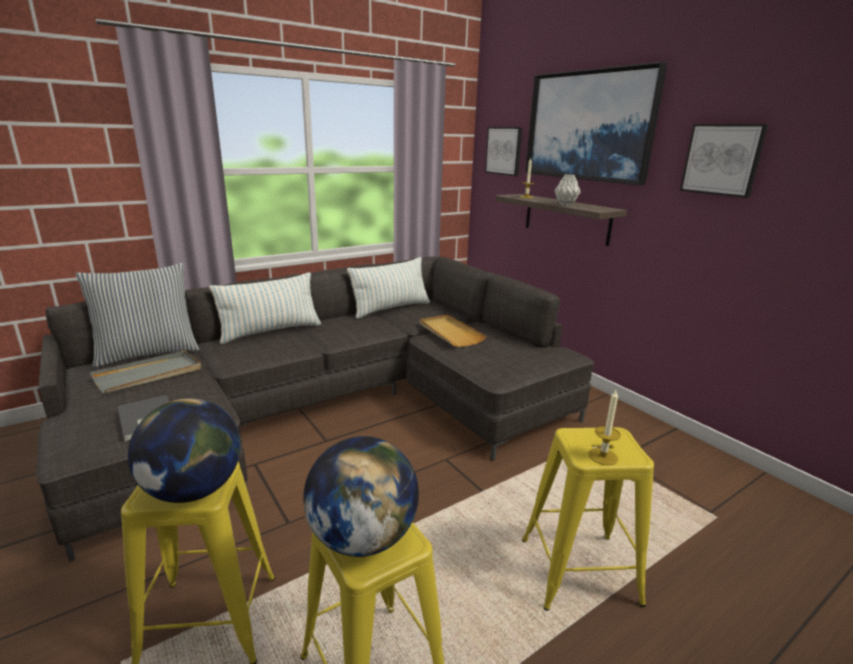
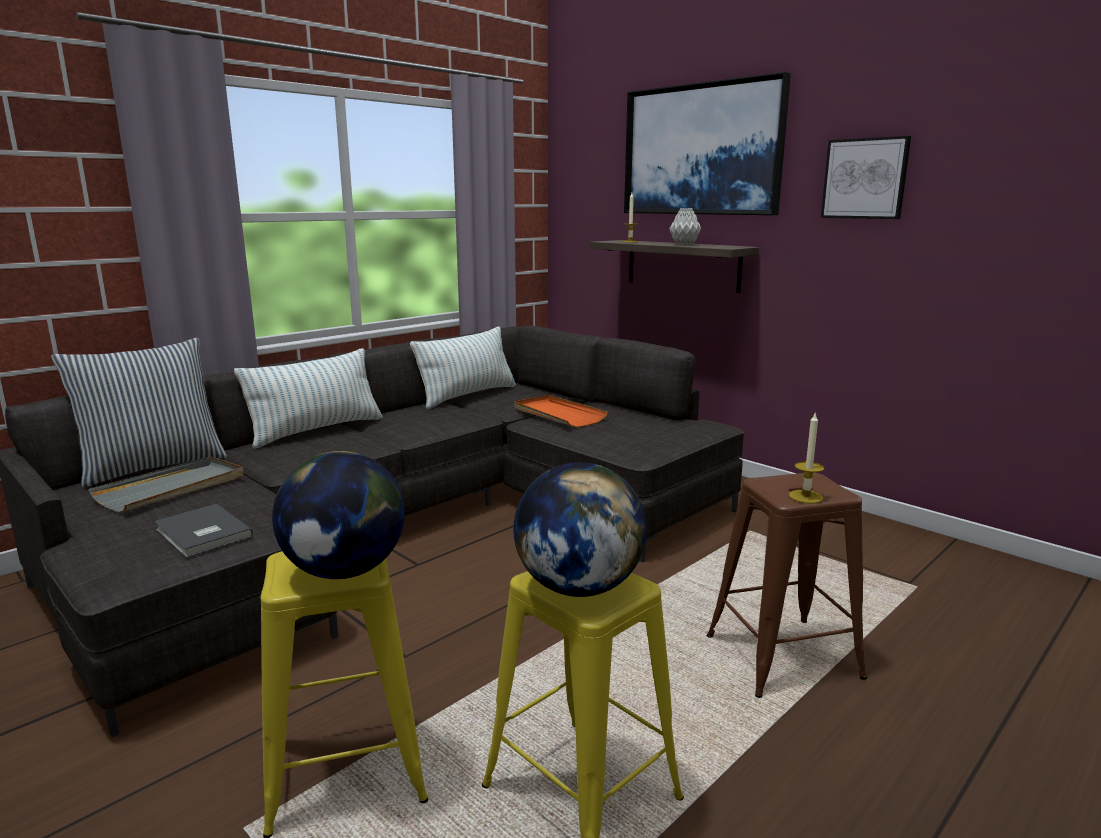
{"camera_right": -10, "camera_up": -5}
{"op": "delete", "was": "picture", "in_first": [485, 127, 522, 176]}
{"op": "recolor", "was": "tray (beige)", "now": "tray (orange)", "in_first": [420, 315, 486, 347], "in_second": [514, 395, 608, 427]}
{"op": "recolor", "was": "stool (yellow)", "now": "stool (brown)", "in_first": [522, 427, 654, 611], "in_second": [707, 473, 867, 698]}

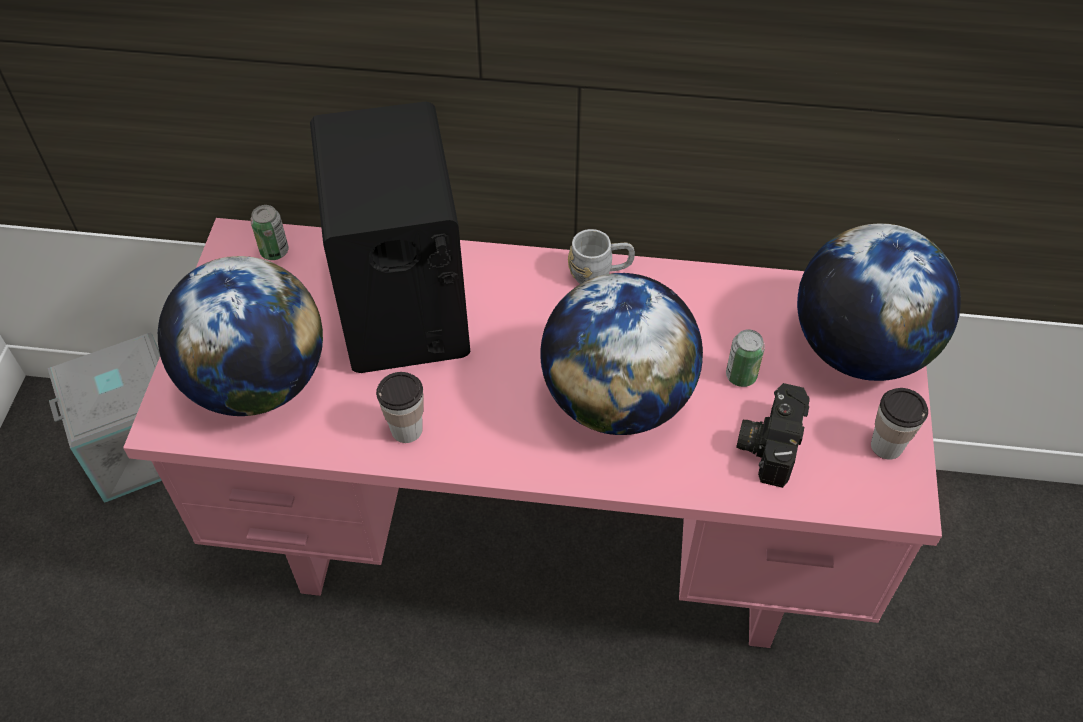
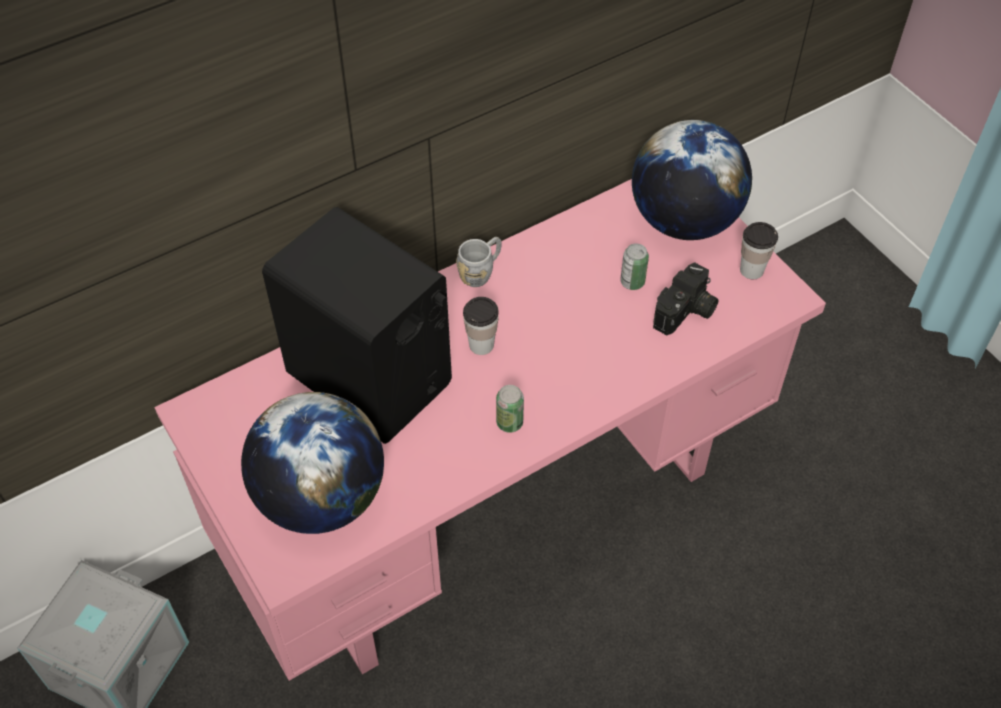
{"camera_right": -40, "camera_up": 0}
{"op": "move", "was": "can", "in_first": [250, 205, 289, 260], "in_second": [496, 385, 524, 433]}
{"op": "delete", "was": "globe", "in_first": [540, 273, 703, 435]}
{"op": "move", "was": "cup", "in_first": [376, 372, 423, 443], "in_second": [463, 297, 499, 355]}
{"op": "rotate", "was": "photo camera", "in_first": [736, 383, 810, 488], "in_second": [653, 262, 719, 335], "clockwise": -120}

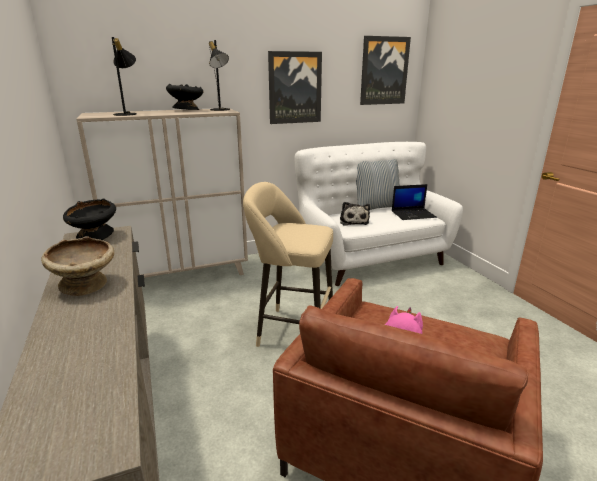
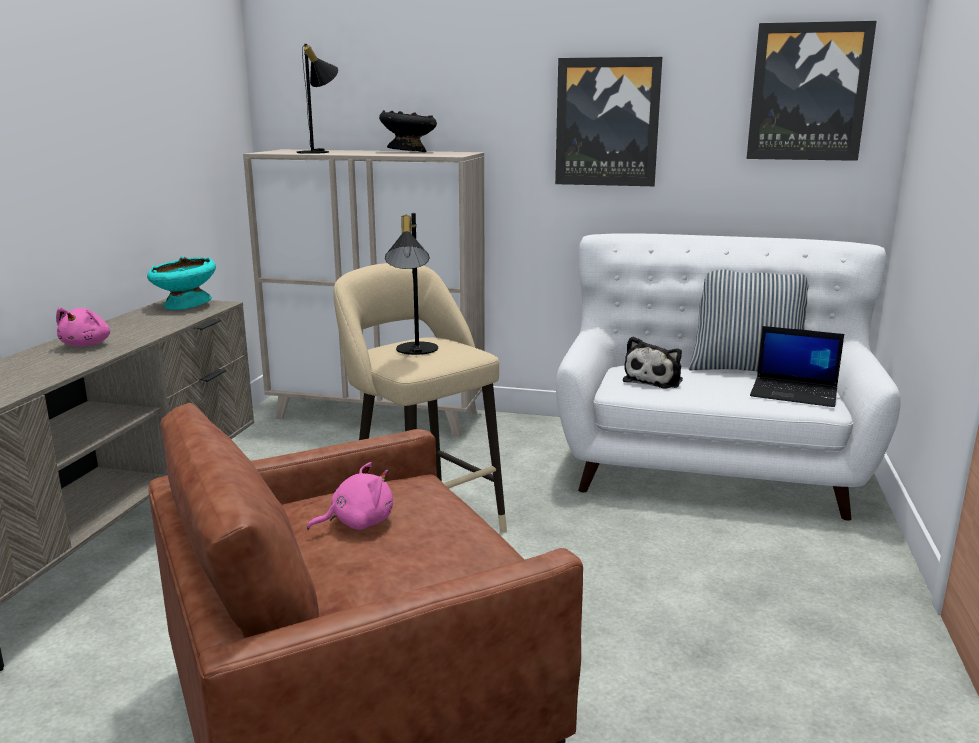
{"camera_right": 35, "camera_up": -5}
{"op": "move", "was": "table lamp (black)", "in_first": [209, 40, 230, 111], "in_second": [385, 213, 438, 355]}
{"op": "recolor", "was": "bowl (black)", "now": "bowl (turquoise)", "in_first": [63, 199, 116, 240], "in_second": [147, 256, 216, 310]}
{"op": "replace", "was": "bowl (beige)", "now": "plush toy (pink)", "in_first": [41, 236, 114, 296], "in_second": [56, 308, 110, 346]}

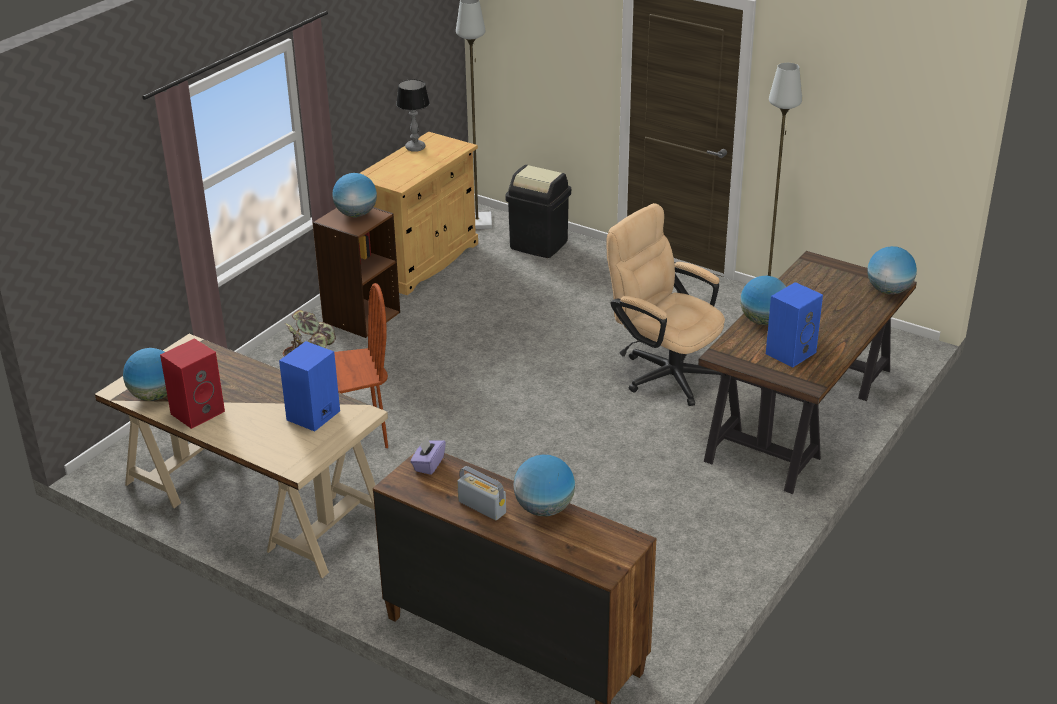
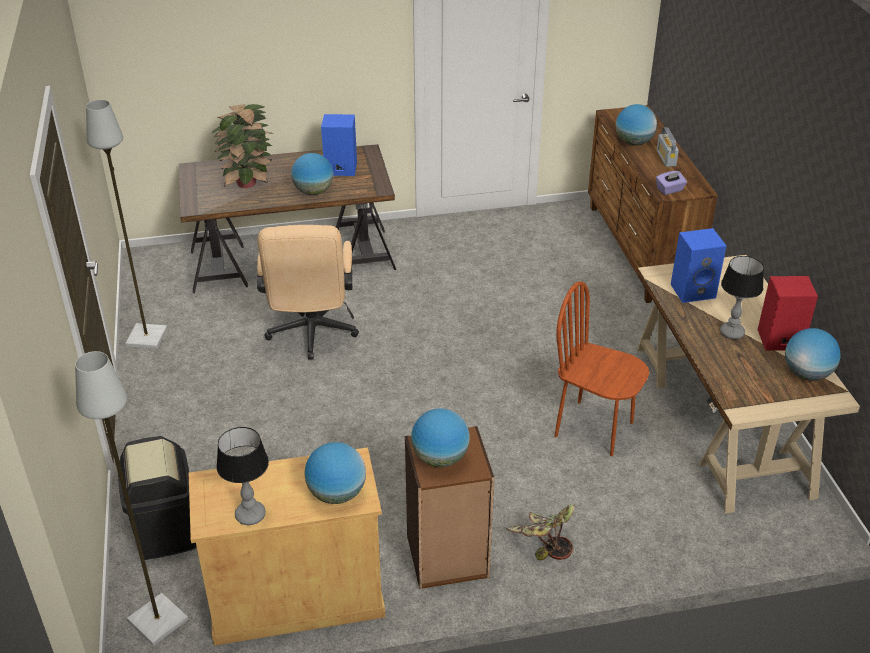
{"camera_right": -135, "camera_up": 5}
{"op": "move", "was": "globe", "in_first": [867, 246, 917, 294], "in_second": [305, 442, 366, 504]}
{"op": "insert", "now": "potted plant", "in_second": [212, 104, 273, 188]}
{"op": "insert", "now": "table lamp", "in_second": [720, 256, 764, 339]}

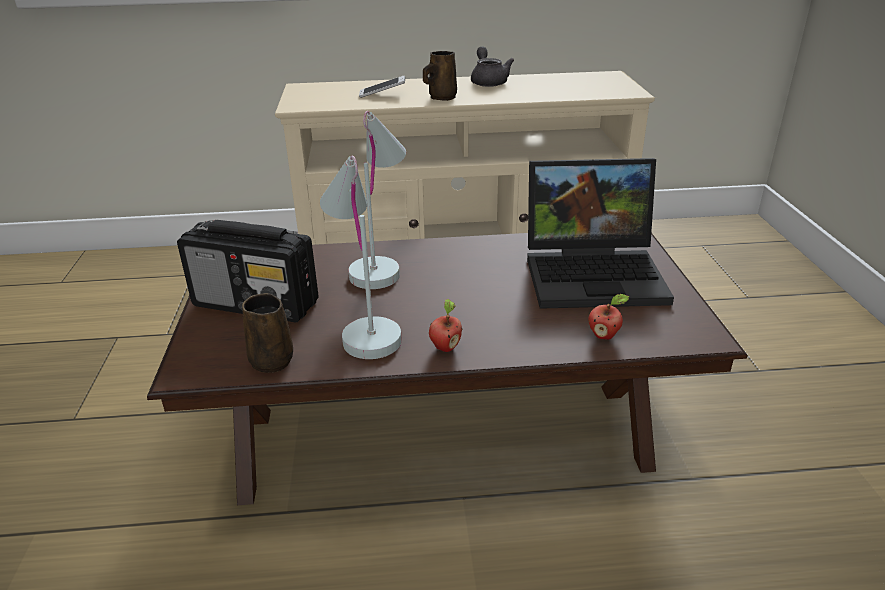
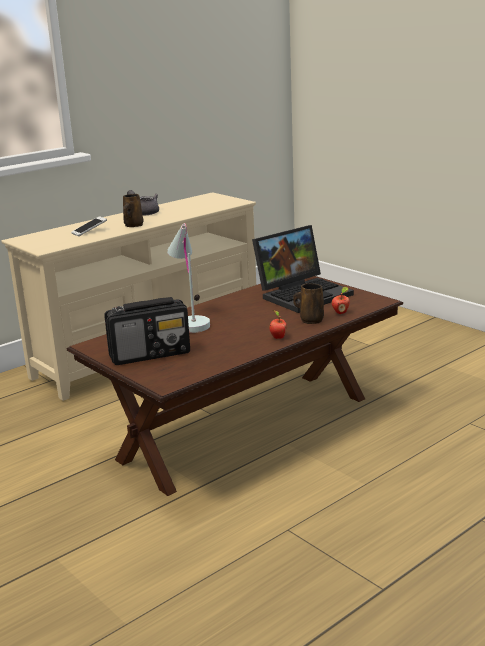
{"camera_right": -35, "camera_up": -10}
{"op": "delete", "was": "table lamp (white)", "in_first": [320, 156, 402, 359]}
{"op": "move", "was": "mug (brown)", "in_first": [242, 293, 293, 373], "in_second": [293, 283, 324, 324]}

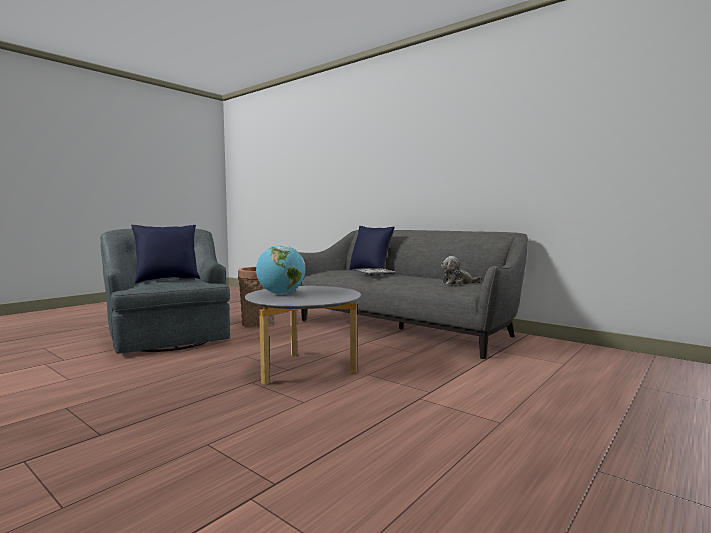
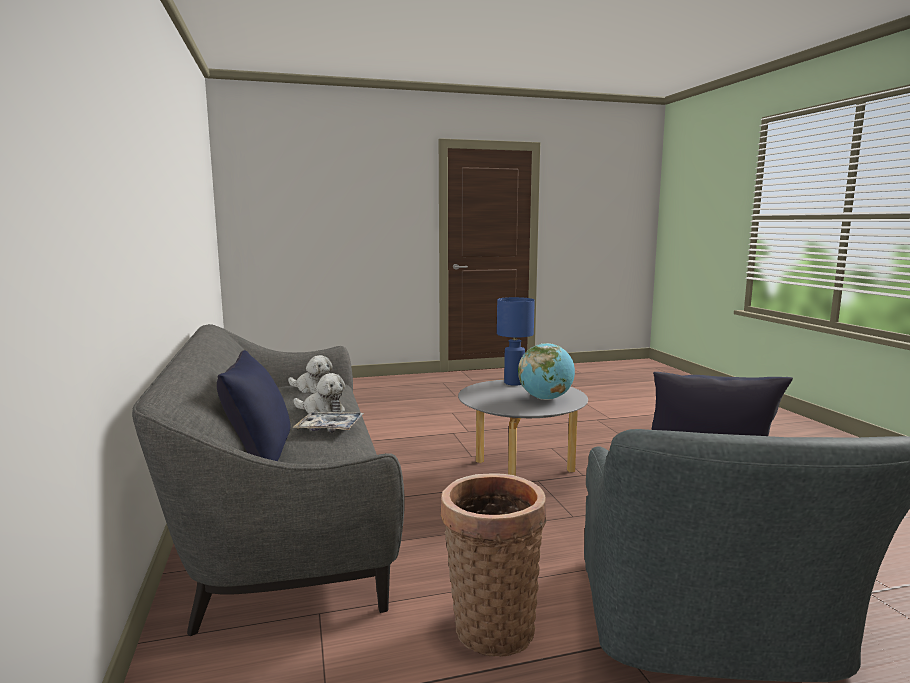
{"camera_right": -145, "camera_up": 5}
{"op": "insert", "now": "table lamp (blue)", "in_second": [497, 297, 535, 386]}
{"op": "insert", "now": "plush toy", "in_second": [293, 373, 345, 414]}

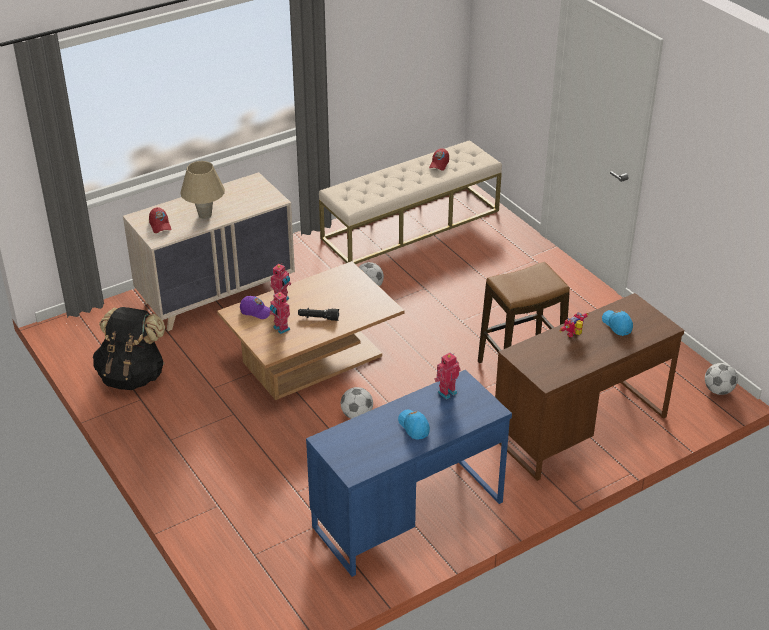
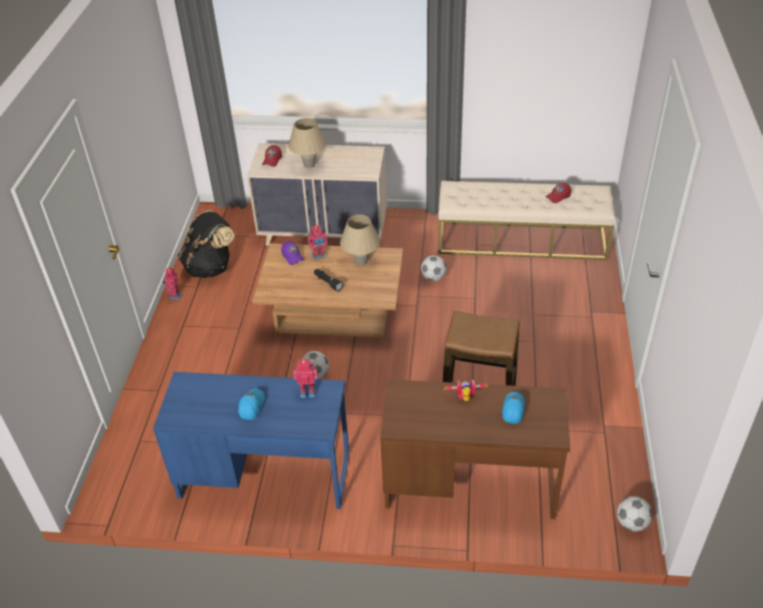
{"camera_right": 40, "camera_up": 5}
{"op": "move", "was": "toy robot", "in_first": [270, 291, 290, 334], "in_second": [163, 268, 181, 300]}
{"op": "insert", "now": "table lamp (beige)", "in_second": [340, 215, 380, 266]}

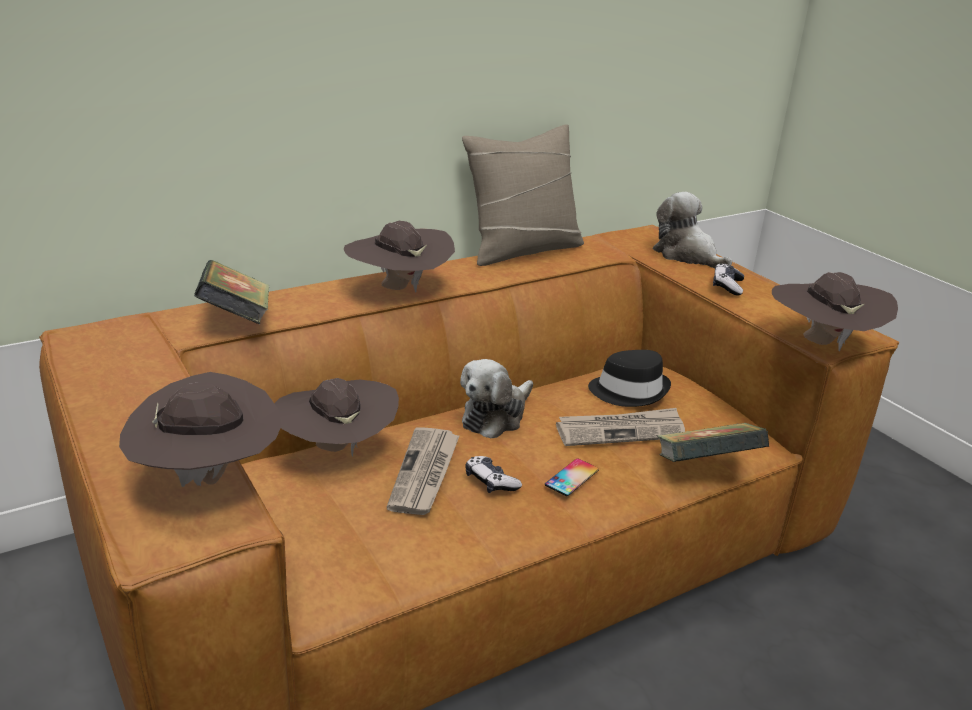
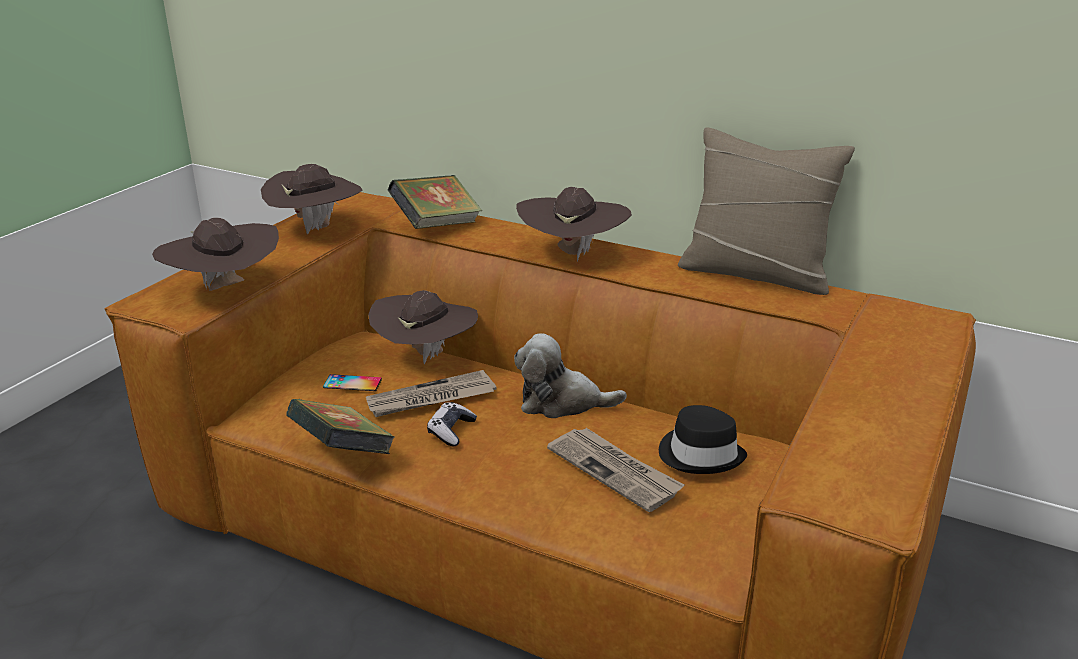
{"camera_right": 60, "camera_up": 0}
{"op": "delete", "was": "plush toy", "in_first": [653, 192, 732, 268]}
{"op": "delete", "was": "game controller", "in_first": [713, 263, 744, 296]}
{"op": "move", "was": "hat (brown)", "in_first": [772, 272, 898, 352], "in_second": [261, 164, 363, 234]}
{"op": "move", "was": "book", "in_first": [657, 423, 769, 462], "in_second": [286, 399, 395, 454]}
{"op": "move", "was": "phone", "in_first": [545, 458, 599, 496], "in_second": [323, 374, 382, 391]}

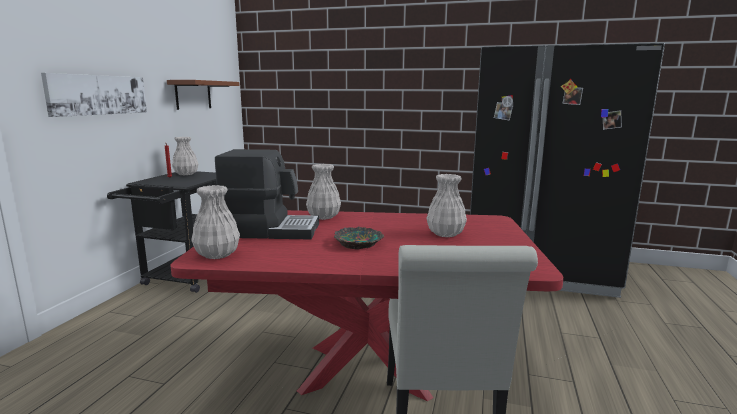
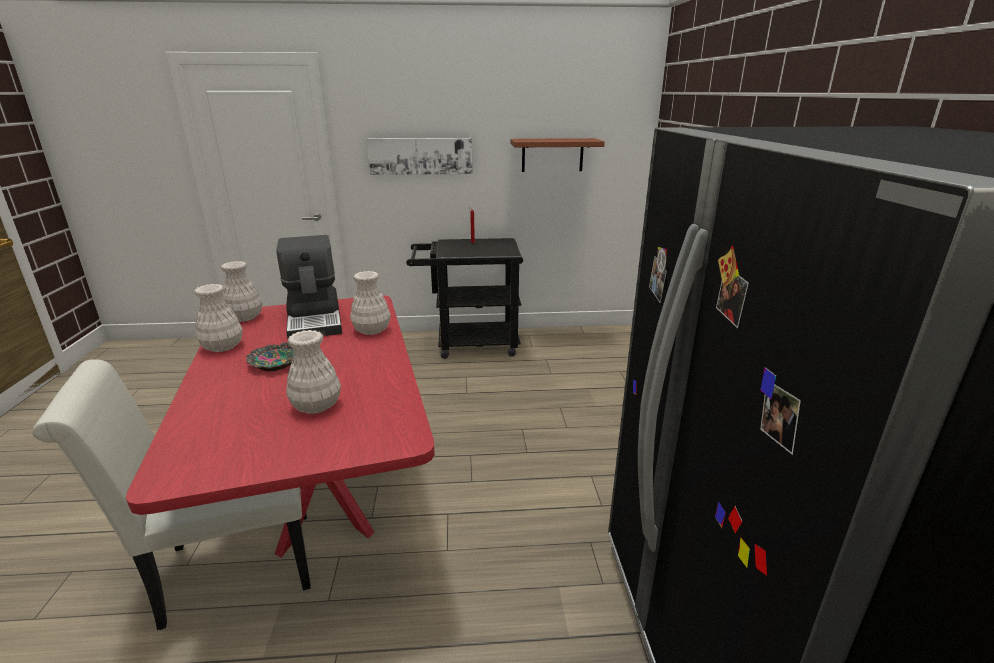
{"camera_right": 70, "camera_up": 10}
{"op": "move", "was": "vase (white)", "in_first": [172, 137, 198, 175], "in_second": [194, 284, 243, 352]}

